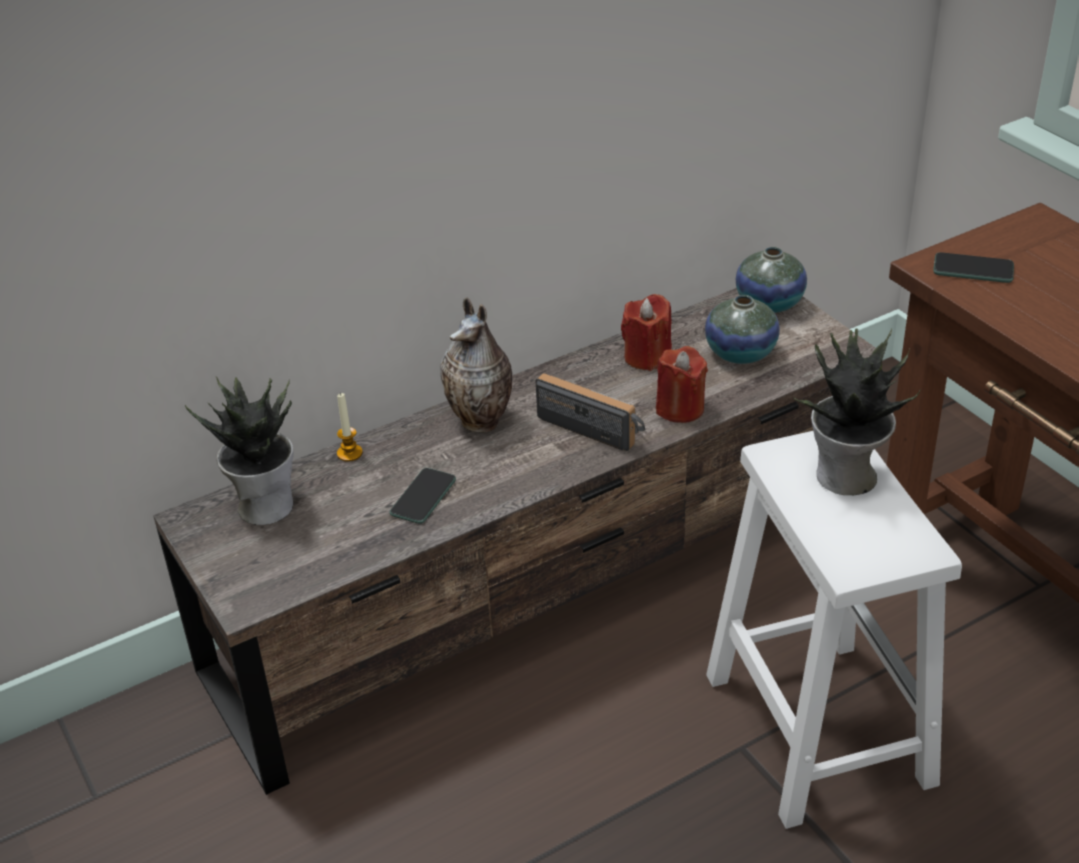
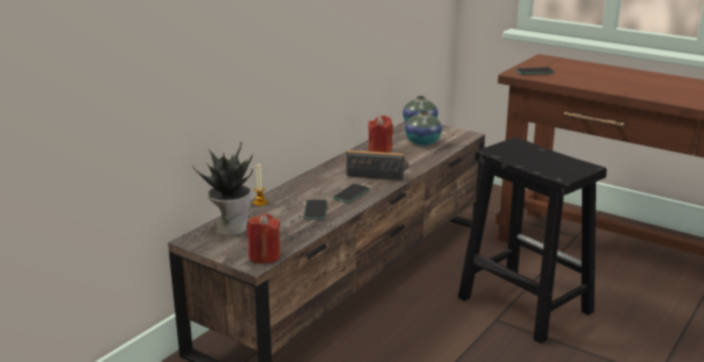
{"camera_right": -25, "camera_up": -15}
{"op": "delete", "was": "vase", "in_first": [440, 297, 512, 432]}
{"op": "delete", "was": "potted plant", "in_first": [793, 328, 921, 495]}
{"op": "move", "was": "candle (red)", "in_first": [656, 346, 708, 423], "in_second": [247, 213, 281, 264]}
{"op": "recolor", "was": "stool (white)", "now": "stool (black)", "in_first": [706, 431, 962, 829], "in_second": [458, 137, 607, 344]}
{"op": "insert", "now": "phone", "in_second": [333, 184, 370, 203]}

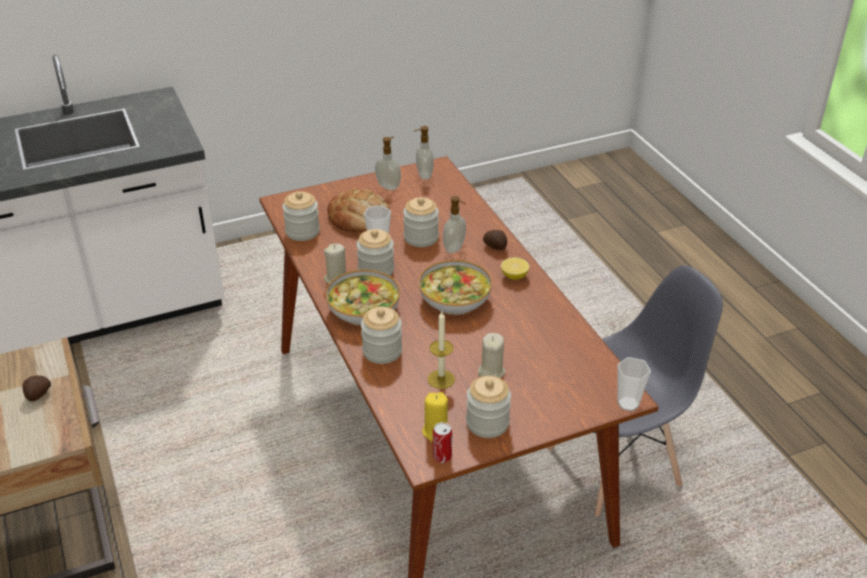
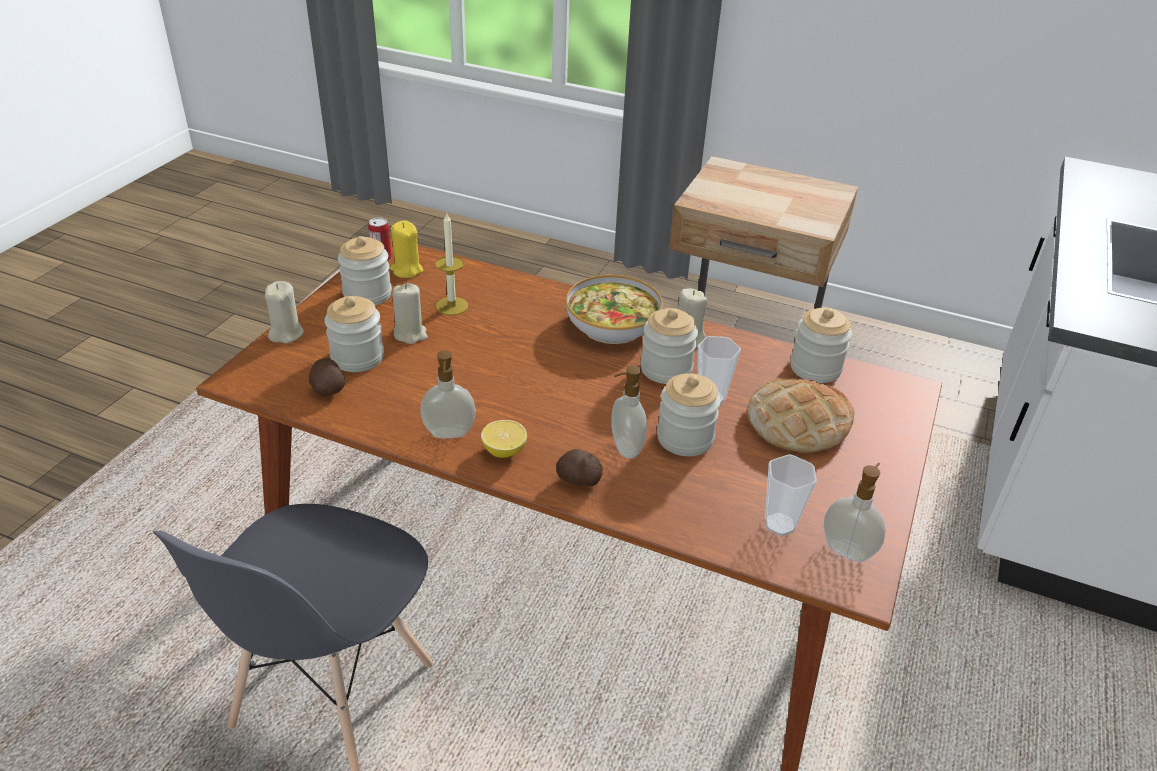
{"camera_right": 135, "camera_up": 0}
{"op": "move", "was": "soap dispenser", "in_first": [375, 137, 401, 190], "in_second": [420, 350, 476, 438]}
{"op": "delete", "was": "bowl", "in_first": [419, 260, 492, 315]}
{"op": "move", "was": "jar", "in_first": [361, 307, 402, 364], "in_second": [325, 296, 384, 372]}
{"op": "move", "was": "cup", "in_first": [617, 357, 651, 412], "in_second": [765, 454, 817, 536]}
{"op": "move", "was": "potato", "in_first": [23, 376, 51, 402], "in_second": [309, 359, 345, 396]}
{"op": "insert", "now": "candle (beige)", "in_second": [265, 281, 304, 343]}

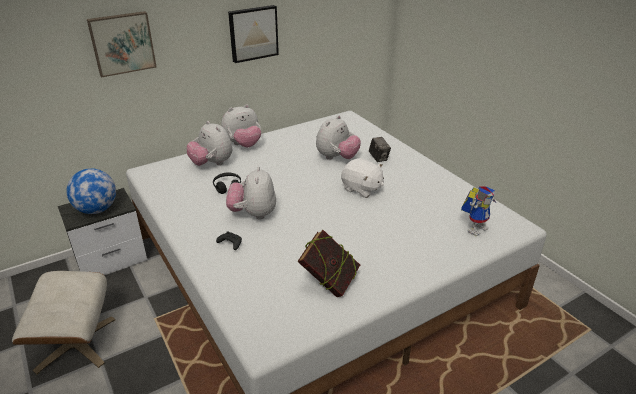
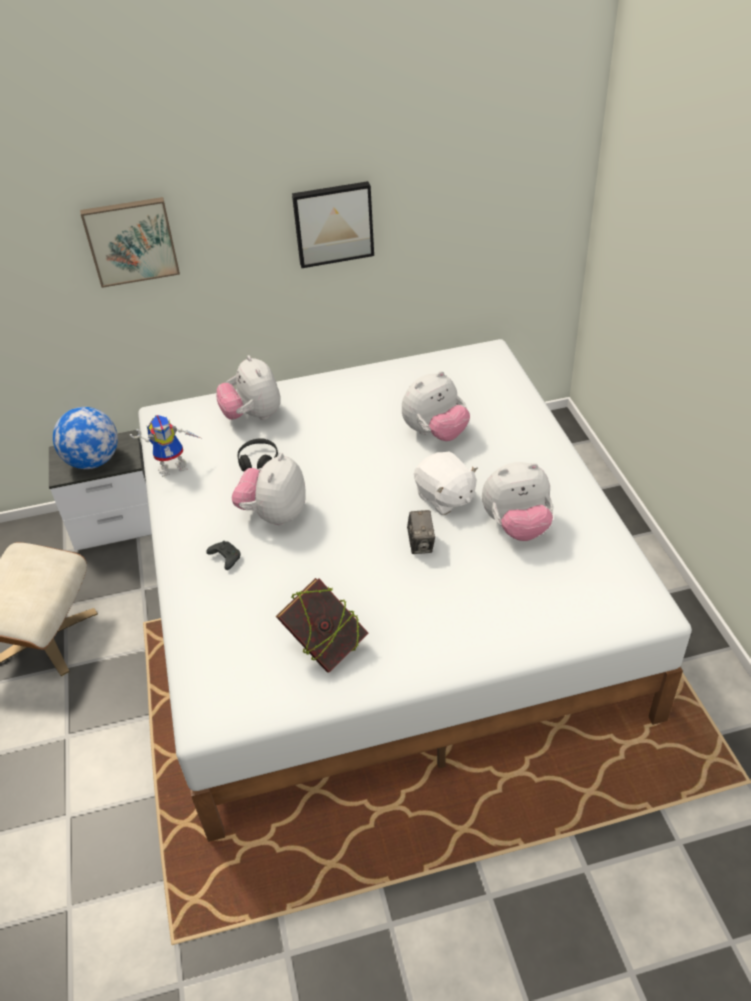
{"camera_right": 20, "camera_up": 10}
{"op": "move", "was": "plush toy", "in_first": [221, 104, 261, 148], "in_second": [482, 462, 553, 541]}
{"op": "move", "was": "photo camera", "in_first": [369, 137, 391, 162], "in_second": [407, 510, 435, 554]}
{"op": "move", "was": "toy robot", "in_first": [461, 186, 496, 236], "in_second": [130, 415, 203, 477]}

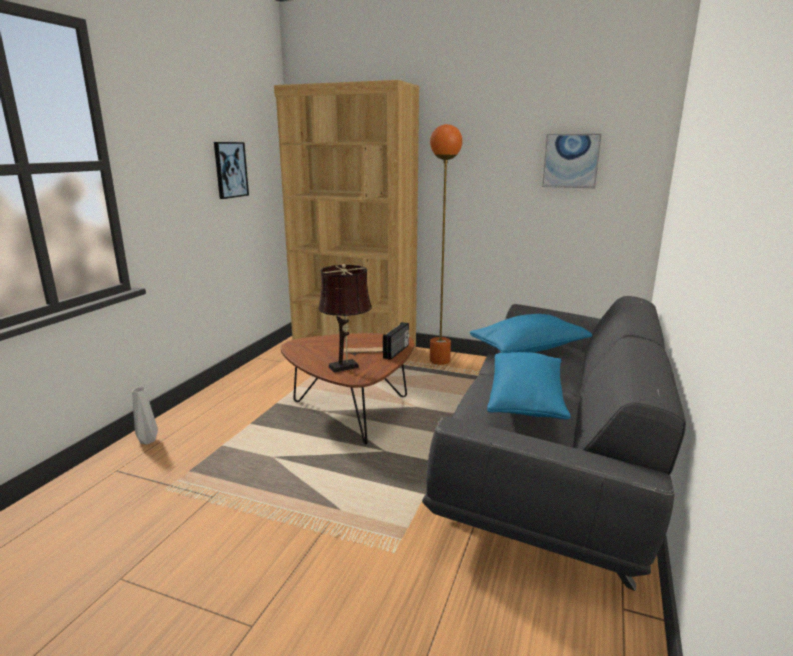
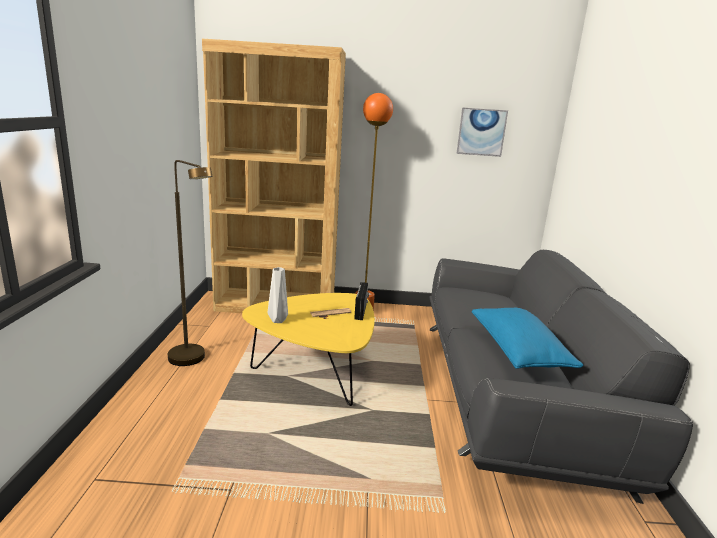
{"camera_right": -20, "camera_up": 0}
{"op": "delete", "was": "picture", "in_first": [214, 142, 249, 199]}
{"op": "delete", "was": "table lamp (brown)", "in_first": [318, 264, 372, 373]}
{"op": "delete", "was": "pillow (blue)", "in_first": [470, 314, 592, 353]}
{"op": "recolor", "was": "coffee table (brown)", "now": "coffee table (yellow)", "in_first": [281, 333, 414, 445], "in_second": [242, 293, 375, 406]}
{"op": "move", "was": "vase (grey)", "in_first": [132, 387, 158, 445], "in_second": [268, 267, 288, 323]}
{"op": "insert", "now": "floor lamp (brown)", "in_second": [168, 160, 212, 366]}

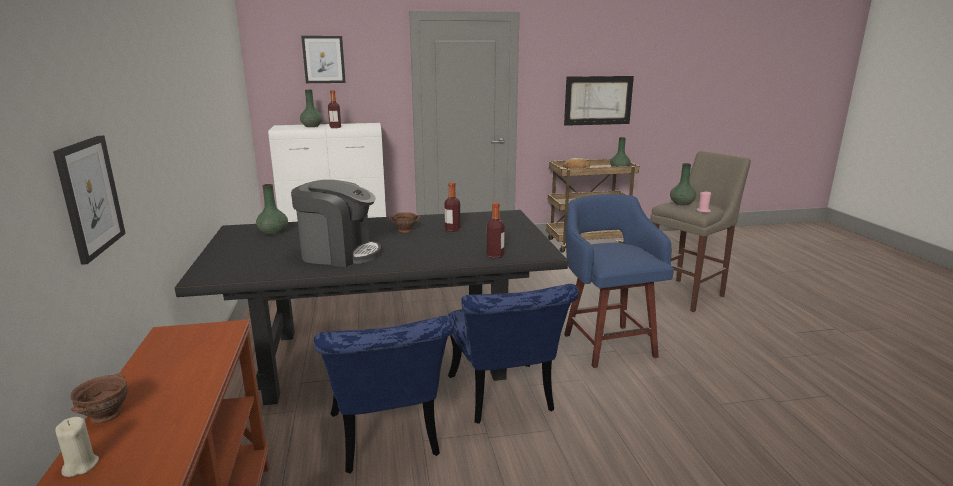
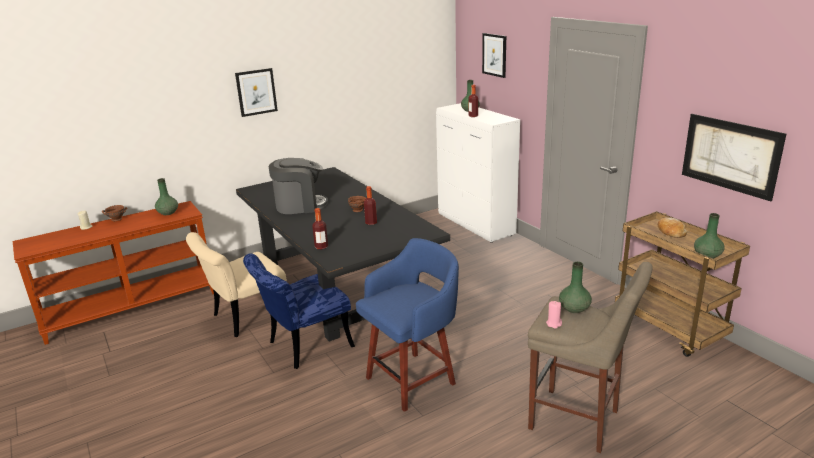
{"camera_right": 70, "camera_up": 5}
{"op": "move", "was": "picture", "in_first": [53, 135, 126, 265], "in_second": [235, 68, 278, 117]}
{"op": "rotate", "was": "coffee machine", "in_first": [291, 180, 381, 267], "in_second": [269, 158, 328, 214], "clockwise": -90}
{"op": "move", "was": "vase (green)", "in_first": [256, 184, 288, 235], "in_second": [155, 178, 178, 215]}
{"op": "recolor", "was": "chair (blue)", "now": "chair (beige)", "in_first": [314, 315, 454, 474], "in_second": [186, 232, 287, 337]}

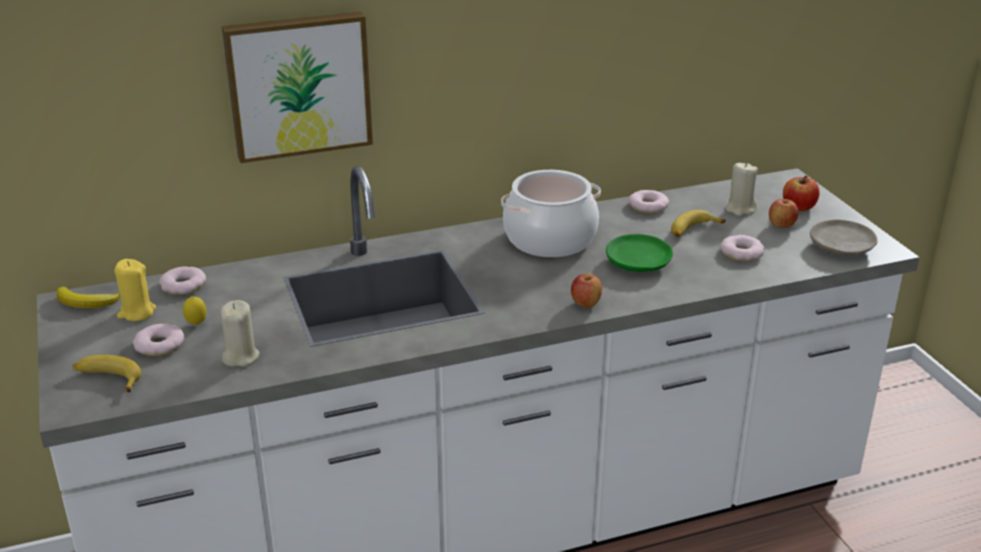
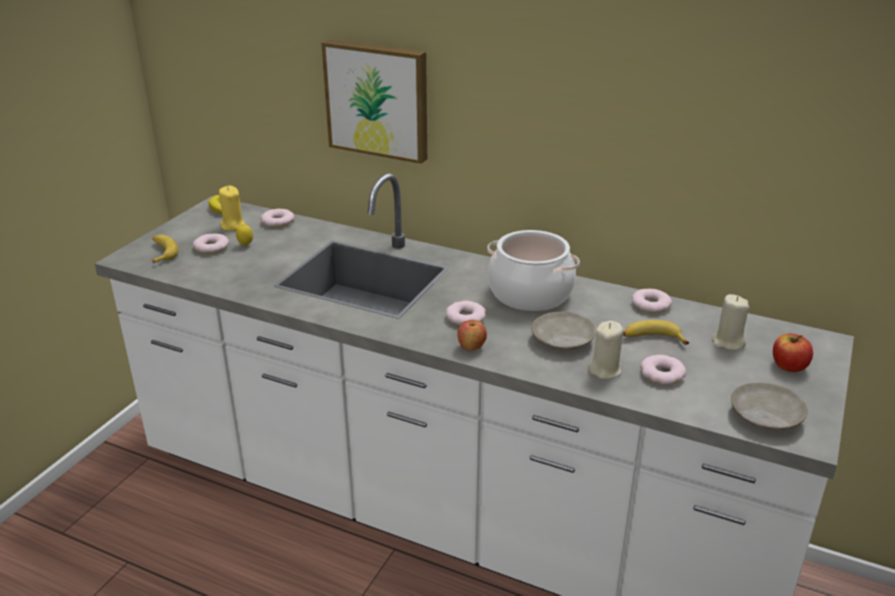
{"camera_right": 45, "camera_up": 0}
{"op": "delete", "was": "apple", "in_first": [769, 199, 798, 228]}
{"op": "recolor", "was": "plate (green)", "now": "plate (beige)", "in_first": [606, 234, 673, 272], "in_second": [531, 312, 596, 350]}
{"op": "move", "was": "candle (beige)", "in_first": [221, 300, 259, 367], "in_second": [588, 321, 624, 379]}
{"op": "insert", "now": "donut", "in_second": [446, 301, 486, 326]}

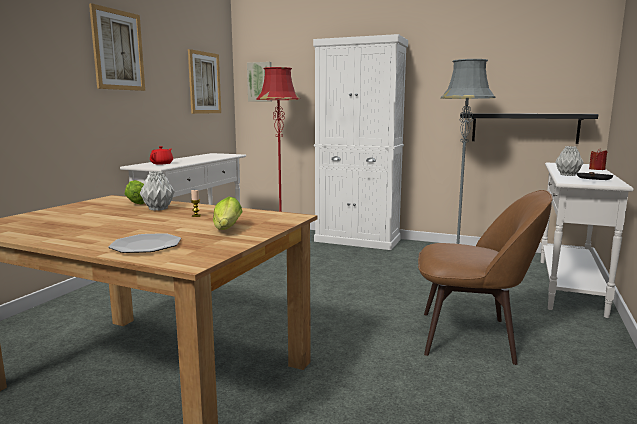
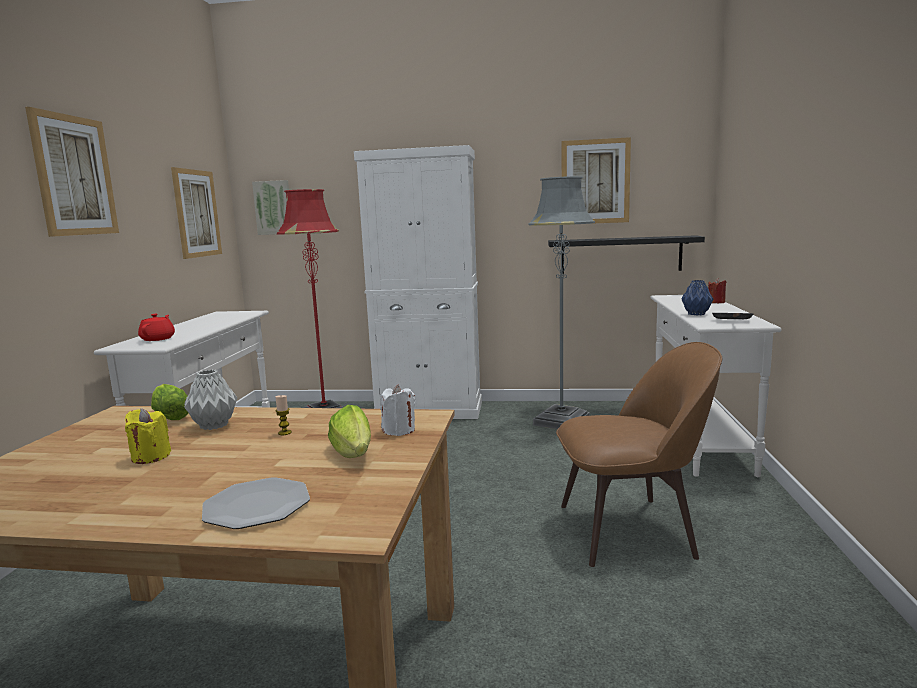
{"camera_right": -15, "camera_up": 0}
{"op": "recolor", "was": "vase (grey)", "now": "vase (blue)", "in_first": [555, 146, 584, 176], "in_second": [682, 280, 714, 316]}
{"op": "insert", "now": "picture", "in_second": [562, 137, 631, 224]}
{"op": "insert", "now": "candle (white)", "in_second": [380, 384, 415, 436]}
{"op": "insert", "now": "candle (yellow)", "in_second": [125, 408, 171, 464]}

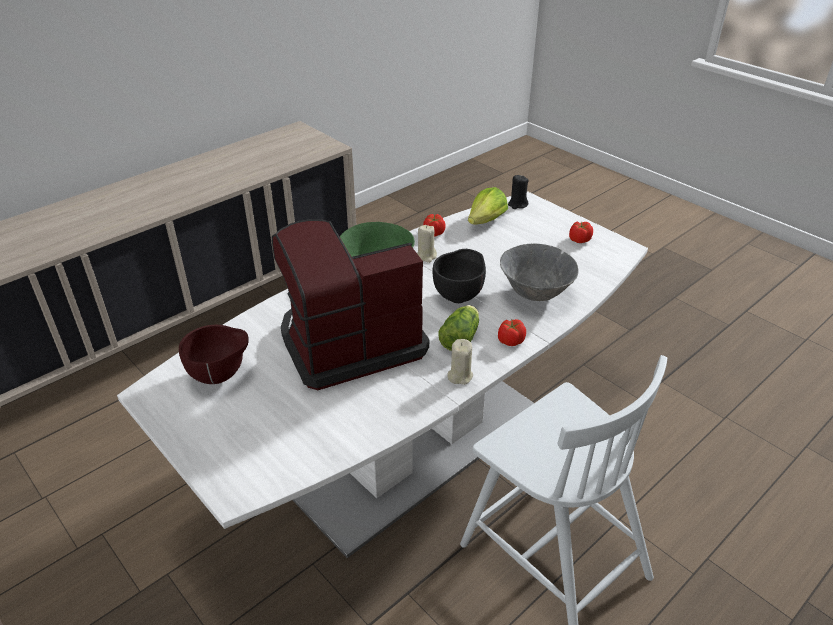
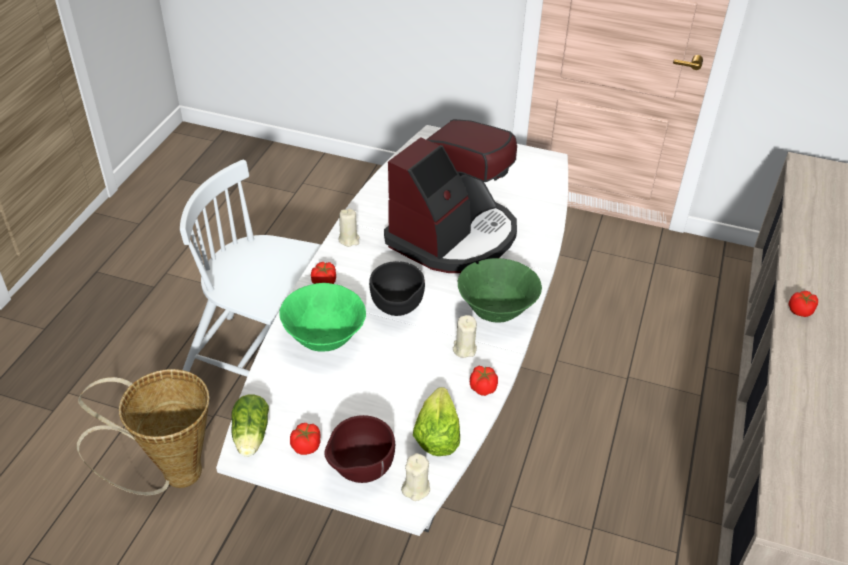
{"camera_right": 150, "camera_up": 5}
{"op": "recolor", "was": "candle (black)", "now": "candle (beige)", "in_first": [508, 175, 529, 209], "in_second": [401, 453, 430, 501]}
{"op": "recolor", "was": "bowl (grey)", "now": "bowl (green)", "in_first": [500, 243, 578, 301], "in_second": [279, 283, 366, 352]}
{"op": "move", "was": "lettuce", "in_first": [439, 305, 479, 351], "in_second": [231, 395, 269, 457]}
{"op": "move", "was": "bowl (brown)", "in_first": [179, 325, 249, 384], "in_second": [324, 415, 395, 483]}
{"op": "insert", "now": "tomato", "in_second": [789, 291, 818, 317]}
{"op": "insert", "now": "basket", "in_second": [77, 369, 210, 495]}

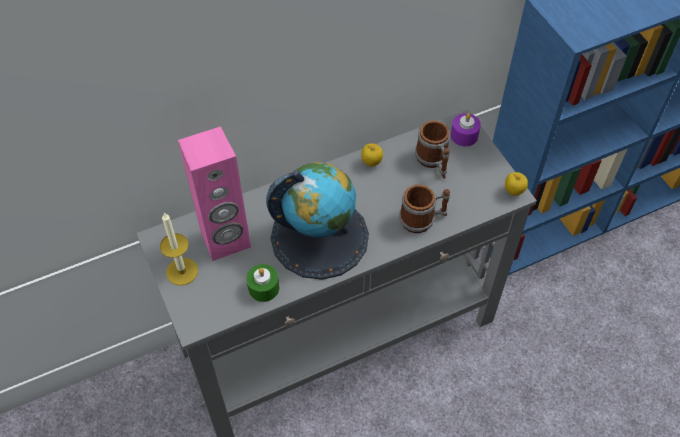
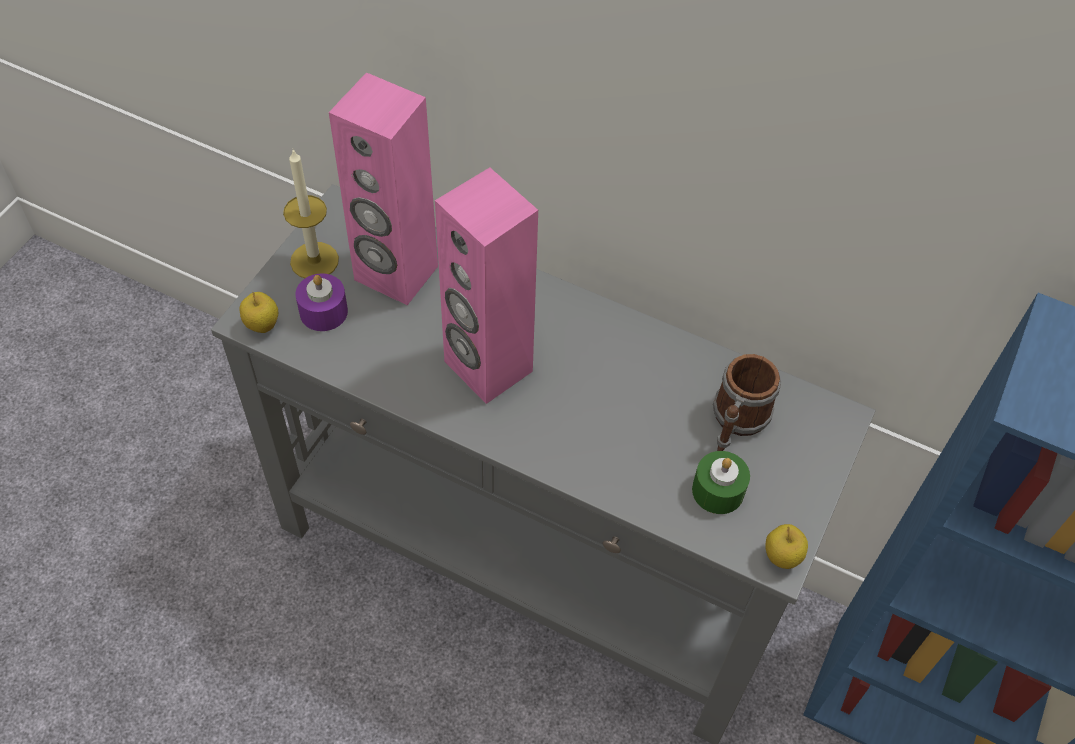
{"camera_right": 50, "camera_up": 0}
{"op": "move", "was": "candle (purple)", "in_first": [451, 113, 481, 146], "in_second": [295, 273, 348, 331]}
{"op": "move", "was": "apple", "in_first": [361, 143, 383, 167], "in_second": [239, 292, 278, 333]}
{"op": "replace", "was": "globe", "now": "speaker (pink)", "in_first": [266, 162, 369, 280], "in_second": [435, 168, 538, 404]}
{"op": "delete", "was": "mug", "in_first": [399, 185, 450, 233]}
{"op": "move", "was": "candle (green)", "in_first": [246, 264, 279, 302], "in_second": [692, 451, 750, 514]}

